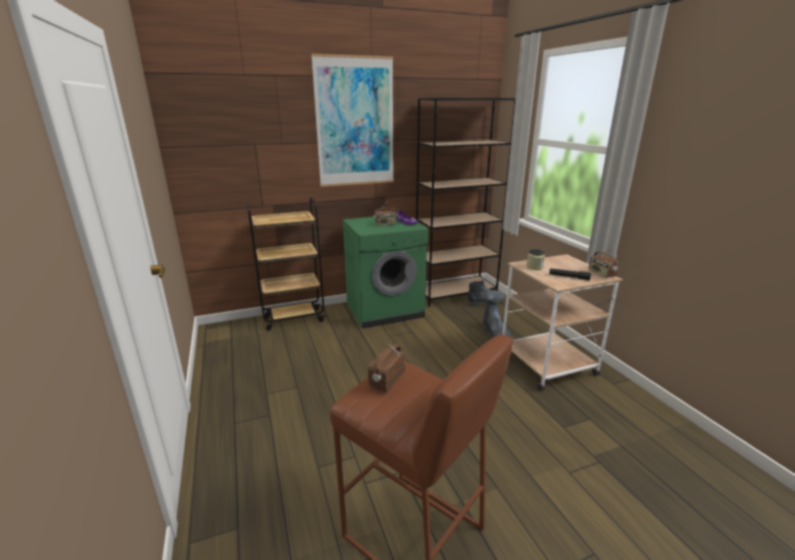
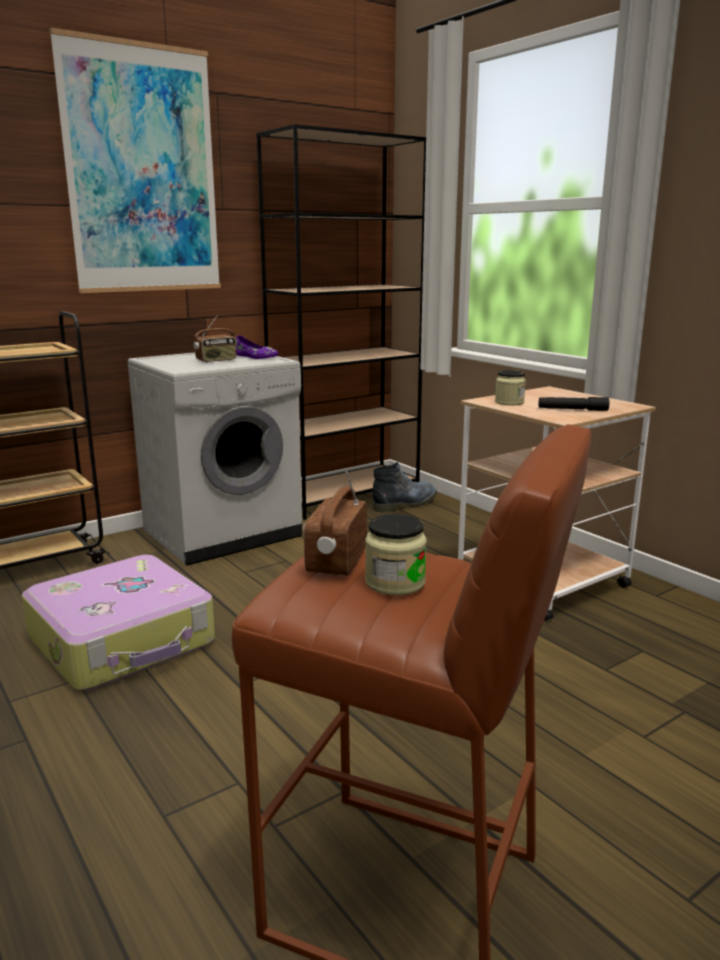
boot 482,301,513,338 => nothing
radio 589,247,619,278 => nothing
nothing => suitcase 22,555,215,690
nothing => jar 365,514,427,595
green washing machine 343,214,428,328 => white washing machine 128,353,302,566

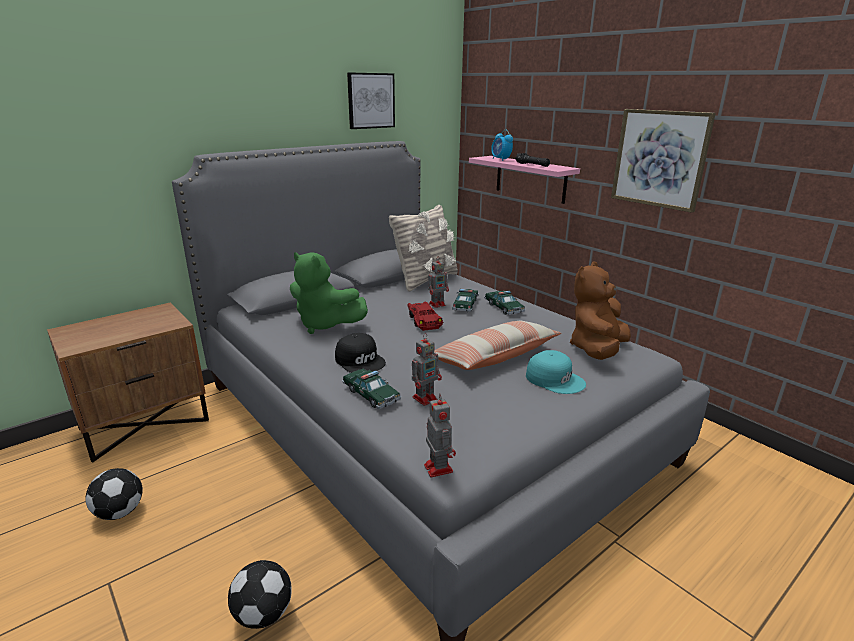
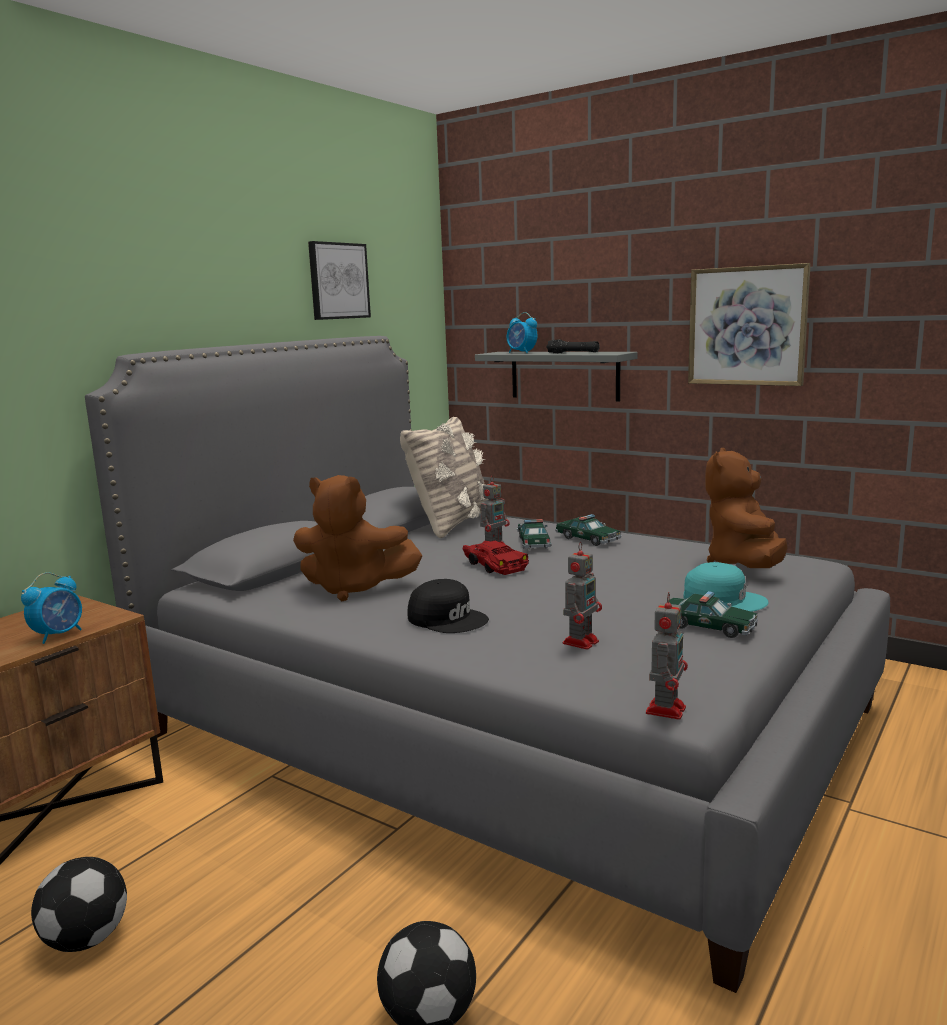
pillow 432,321,562,370 => nothing
nothing => alarm clock 21,572,82,644
toy car 342,369,401,409 => toy car 669,591,758,638, moved
green plush toy 290,252,368,334 => brown plush toy 293,475,422,601
pink shelf 469,156,580,204 => grey shelf 475,352,638,401
toy robot 424,394,456,477 => toy robot 646,592,688,720, 60 degrees clockwise

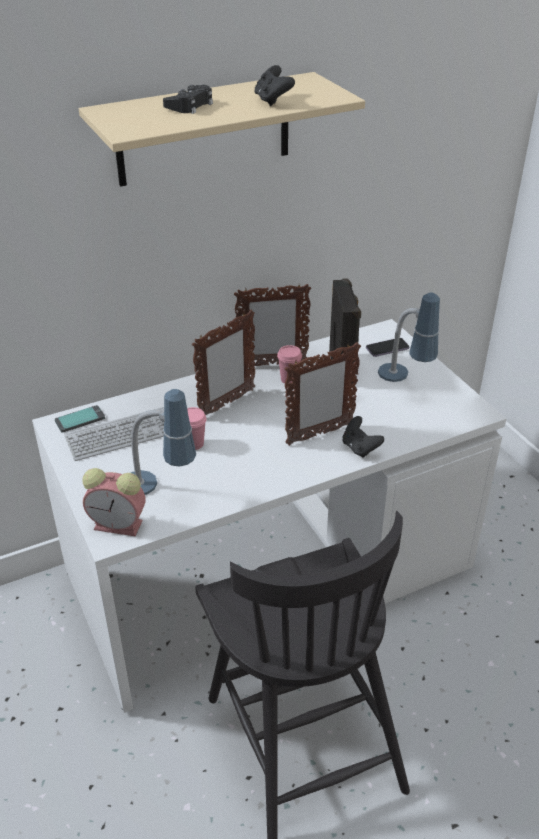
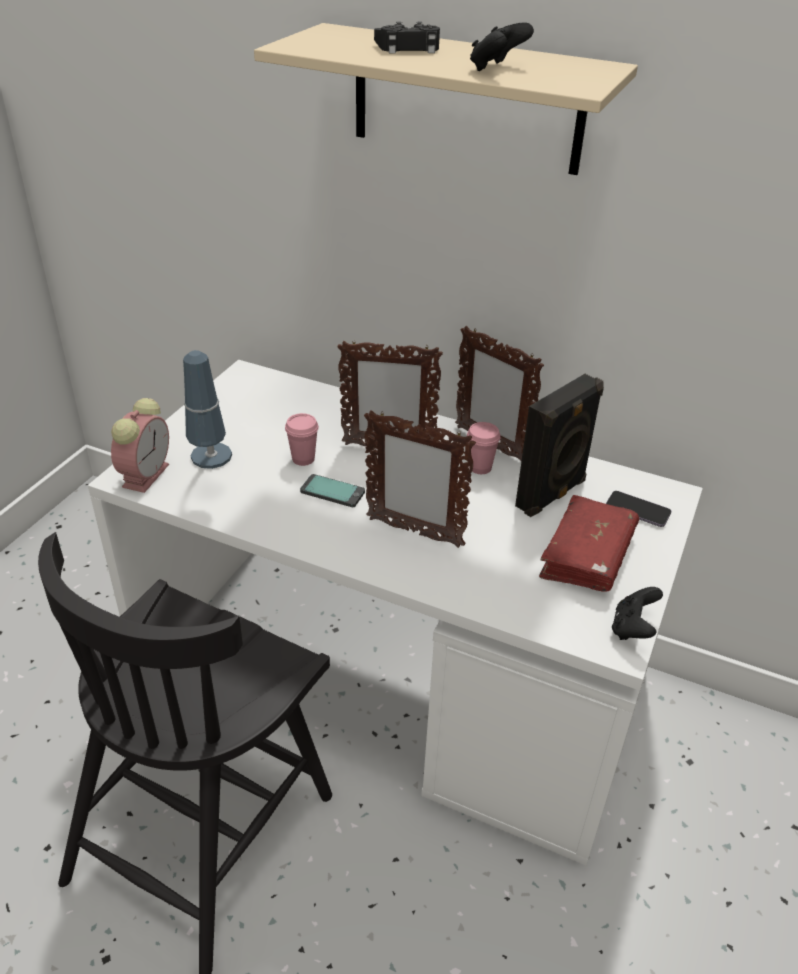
keyboard 64,407,164,461 => nothing
phone 55,405,105,433 => phone 300,474,365,507, moved
black game controller 343,416,384,458 => black game controller 612,587,663,640, moved
table lamp 378,292,440,382 => red book 539,495,639,592
alarm clock 82,468,146,536 => alarm clock 111,398,169,493, 135 degrees counterclockwise

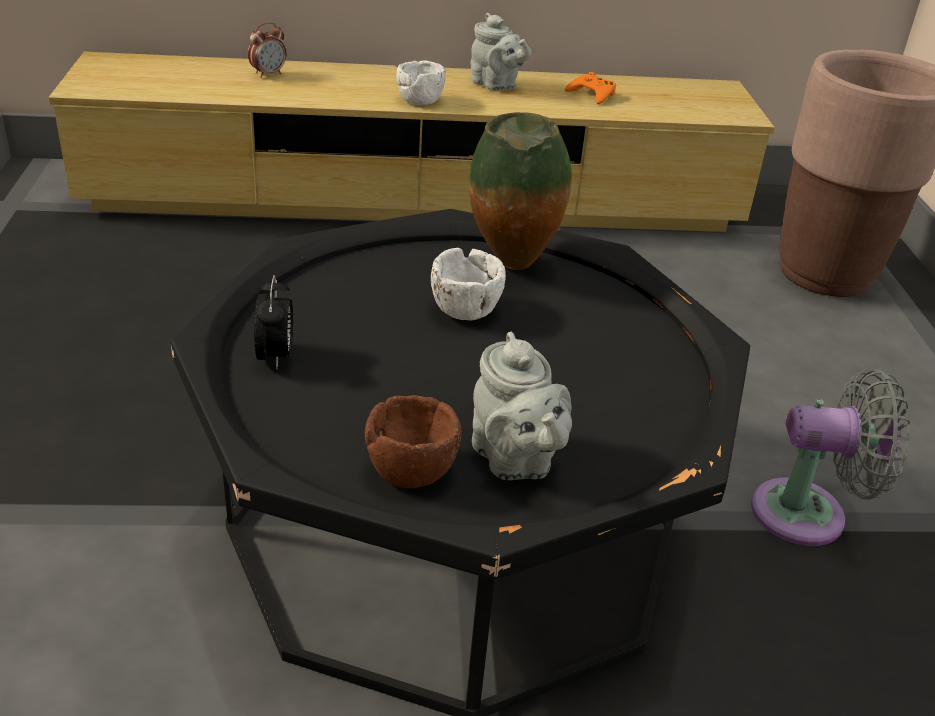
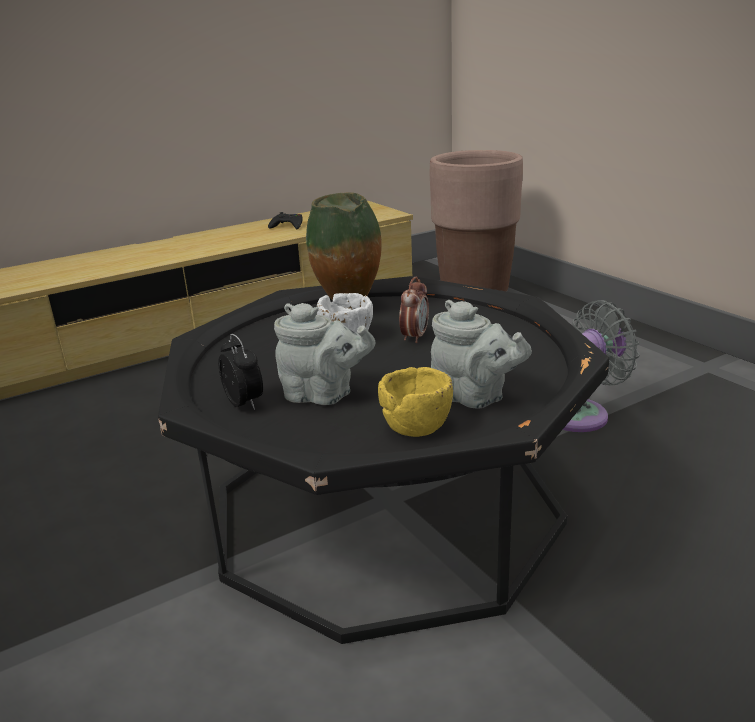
white bowl 397,61,446,105 => nothing
alarm clock 248,22,286,78 => alarm clock 399,276,429,343, moved
grey teapot 470,13,531,91 => grey teapot 274,303,376,405, moved
brown bowl 365,395,462,488 => yellow bowl 378,367,453,437
orange game controller 565,72,616,104 => black game controller 268,212,303,229

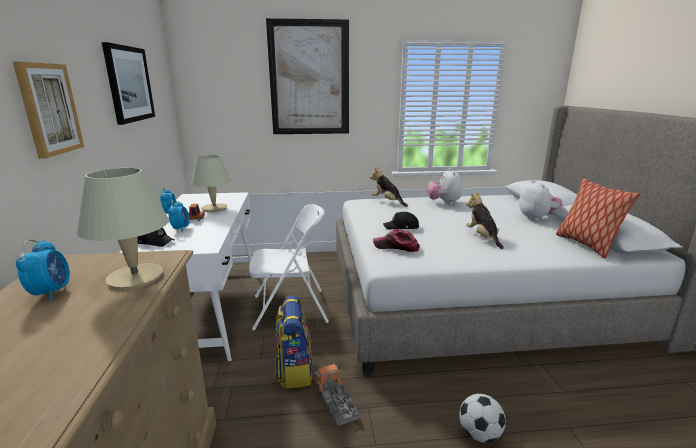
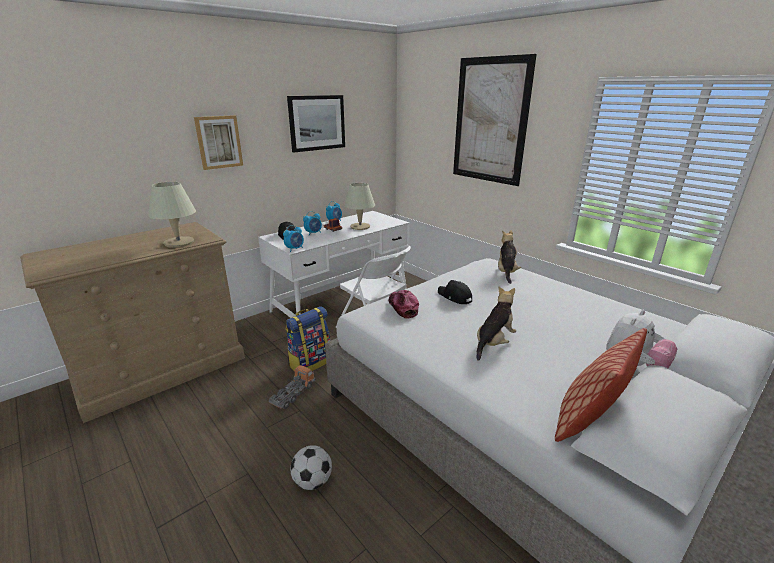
plush toy 427,168,462,205 => nothing
alarm clock 16,239,70,301 => alarm clock 283,225,304,252, moved

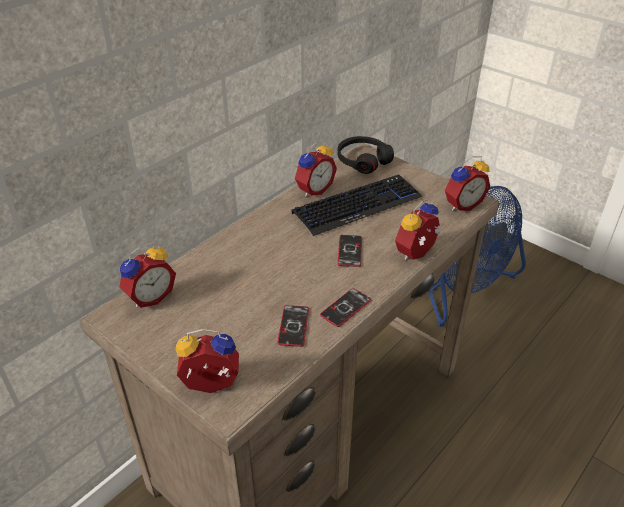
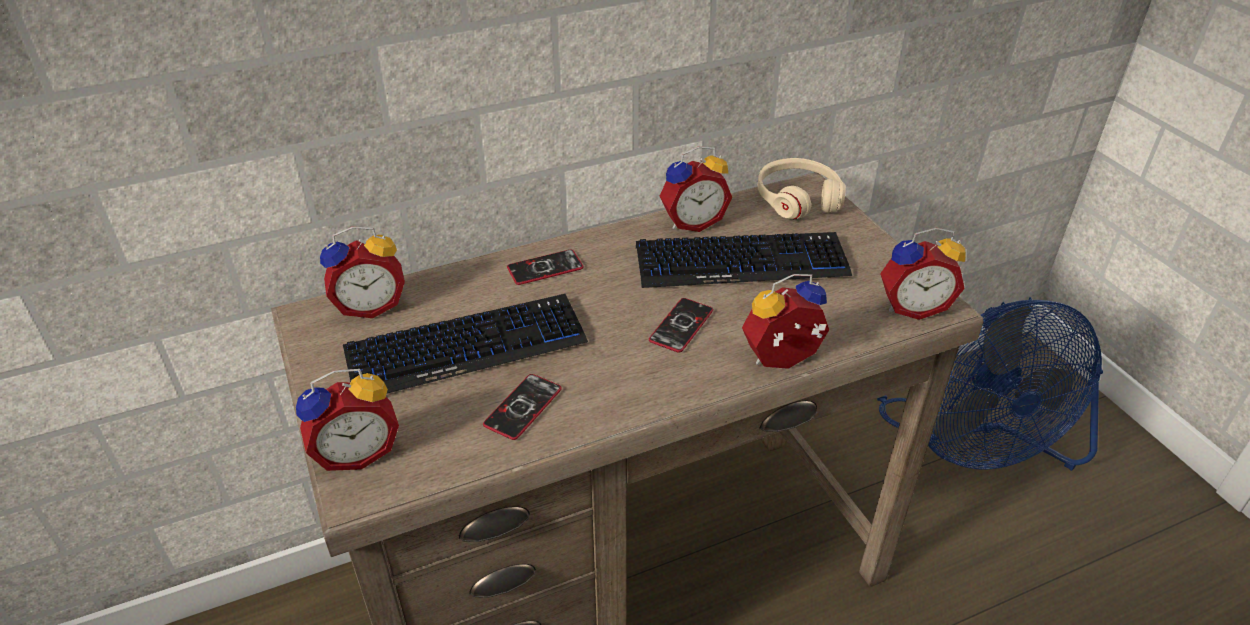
nothing => keyboard 343,294,588,394
phone 320,288,371,327 => phone 507,249,583,285, moved
black headphones 337,136,394,174 => beige headphones 757,158,846,219
alarm clock 176,329,239,393 => alarm clock 296,369,399,471, 135 degrees clockwise

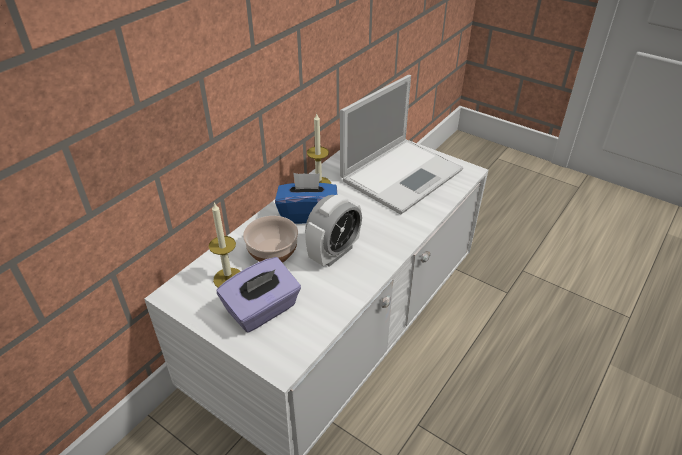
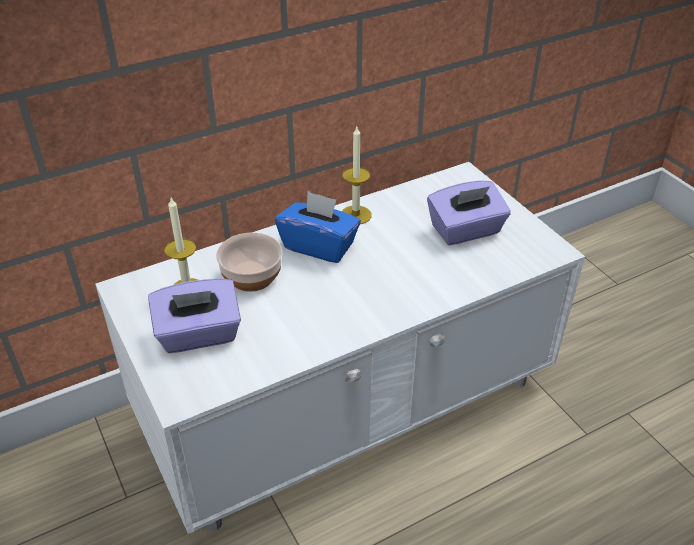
alarm clock 305,194,362,267 => nothing
laptop 340,75,463,215 => purple tissue box 427,180,511,245

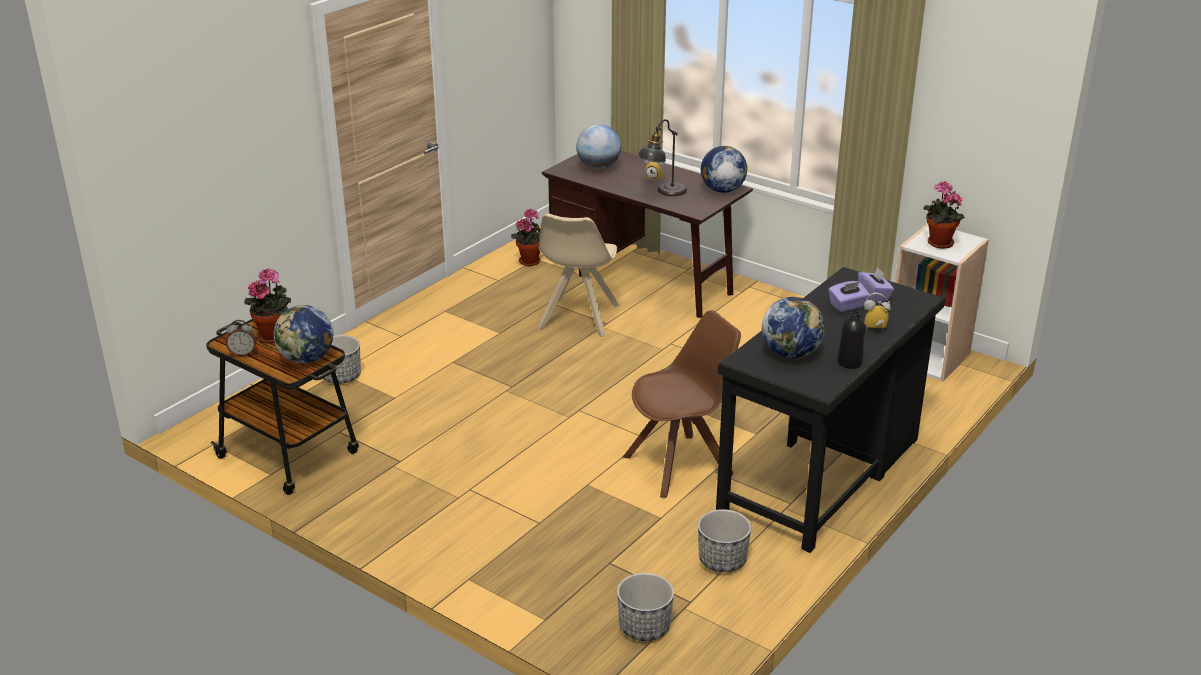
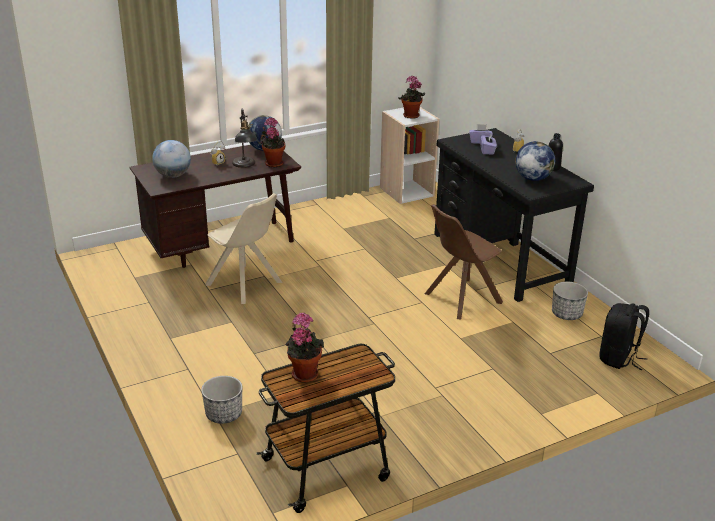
alarm clock 226,320,256,356 => nothing
globe 273,305,333,363 => nothing
potted plant 511,208,540,266 => potted plant 260,118,285,168, moved
planter 617,573,674,641 => black backpack 600,303,649,370
brown chair 623,310,741,498 => brown chair 425,204,503,319, 120 degrees counterclockwise

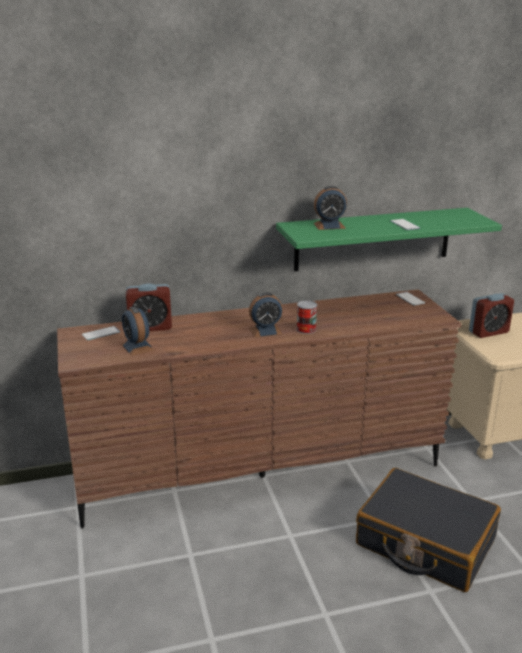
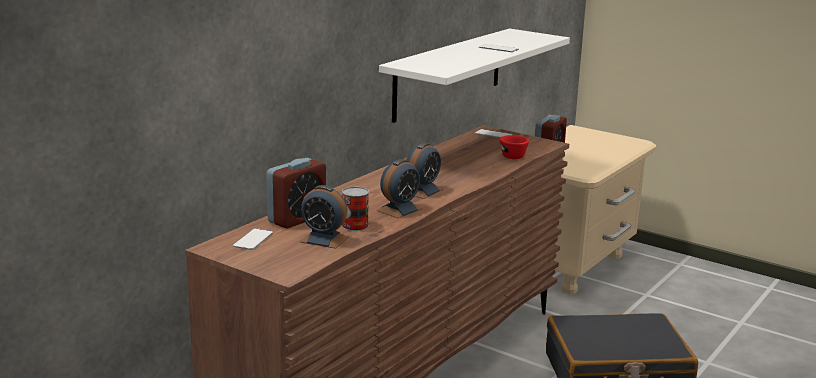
nothing => red cup 500,135,529,159
can 297,300,317,334 => can 342,187,369,231, moved
alarm clock 314,186,347,230 => alarm clock 376,159,423,218, moved
green shelf 276,208,502,271 => white shelf 379,28,570,123

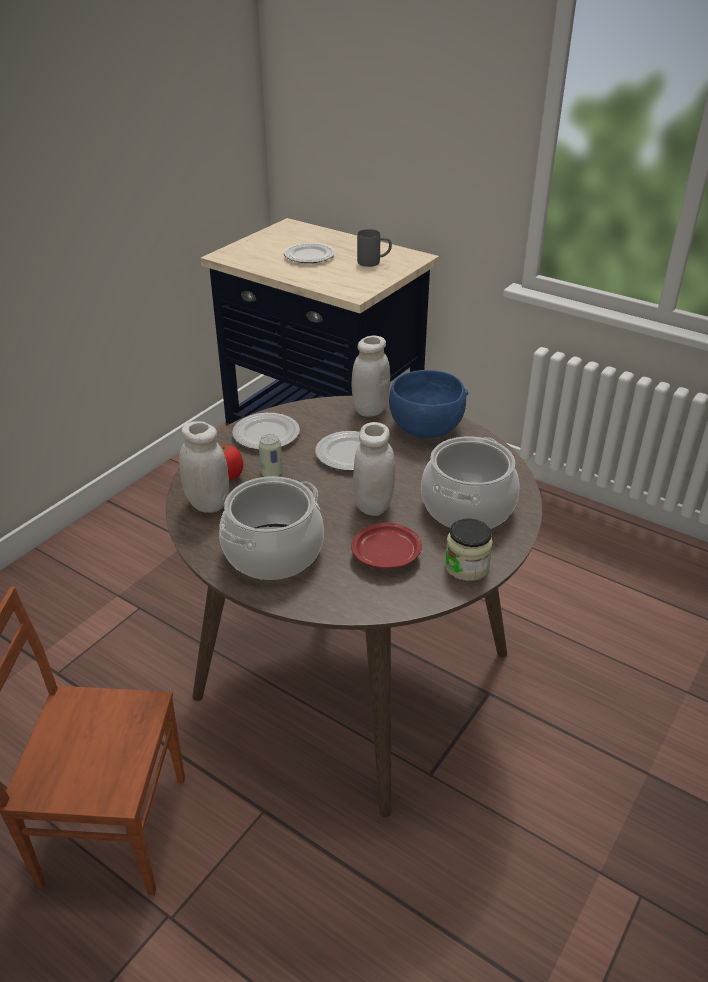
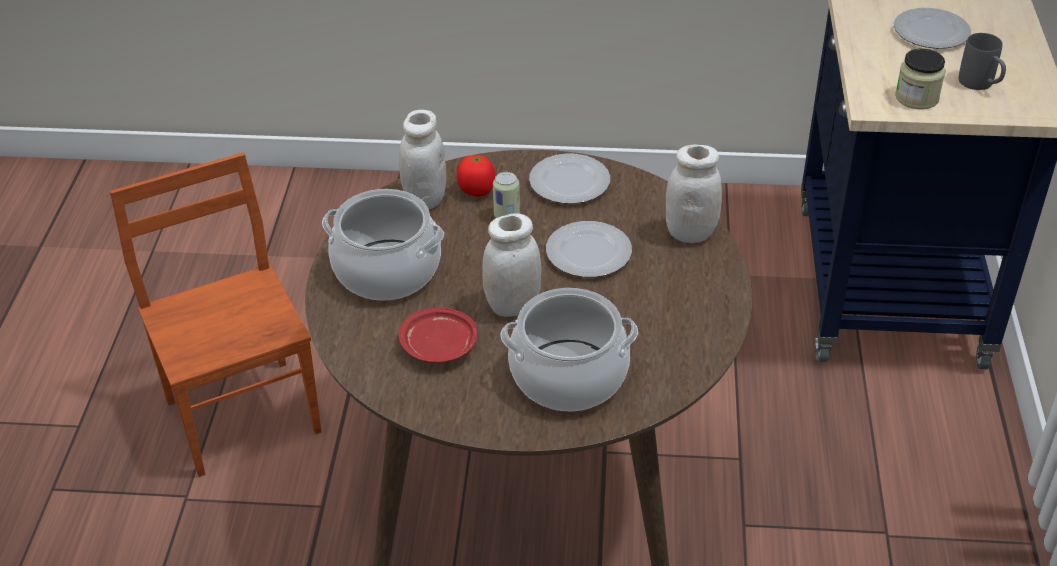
blue bowl 389,370,468,438 => nothing
jar 445,519,493,581 => jar 895,49,946,109, moved

